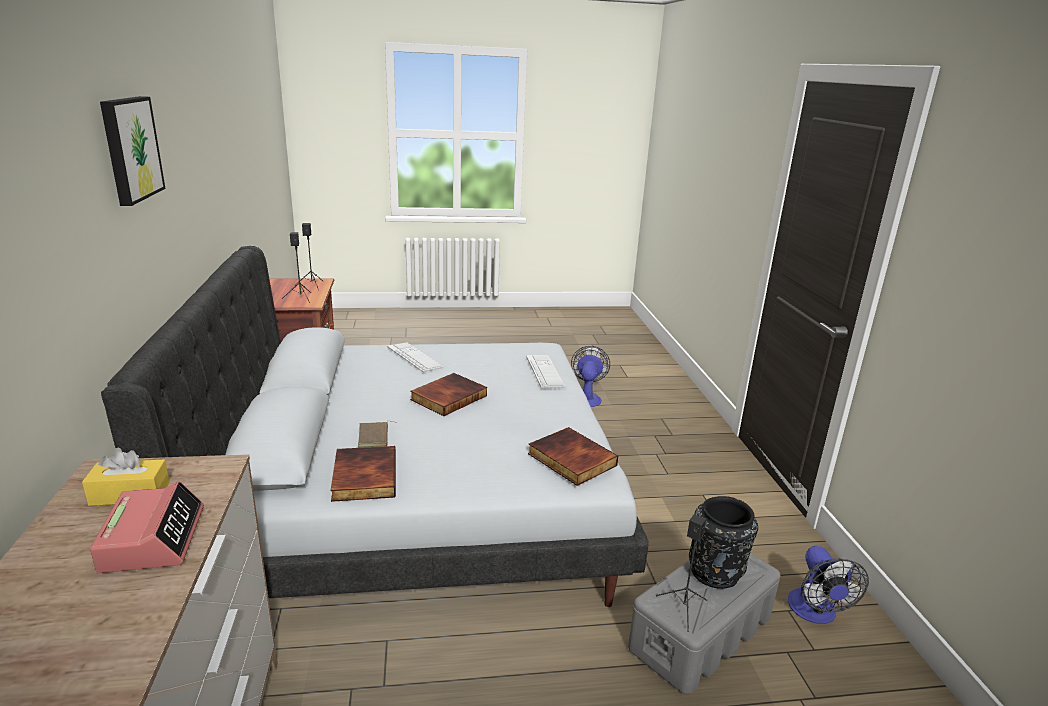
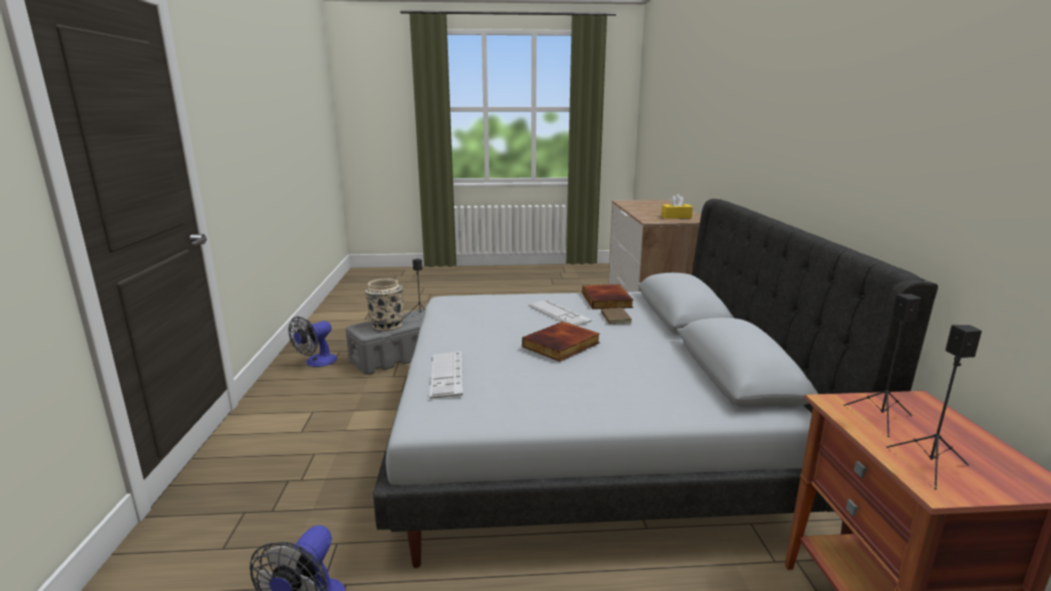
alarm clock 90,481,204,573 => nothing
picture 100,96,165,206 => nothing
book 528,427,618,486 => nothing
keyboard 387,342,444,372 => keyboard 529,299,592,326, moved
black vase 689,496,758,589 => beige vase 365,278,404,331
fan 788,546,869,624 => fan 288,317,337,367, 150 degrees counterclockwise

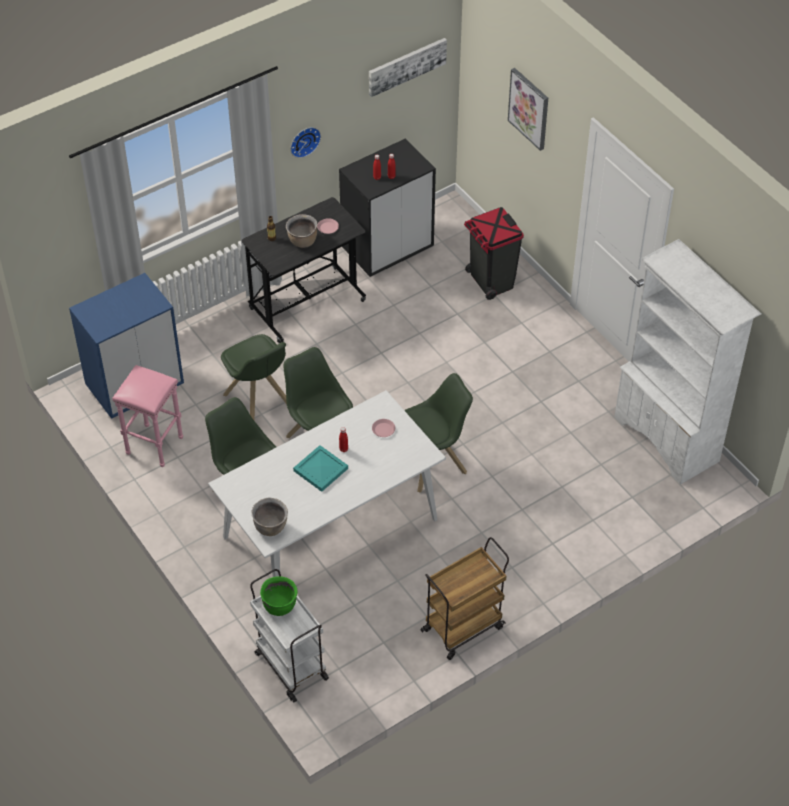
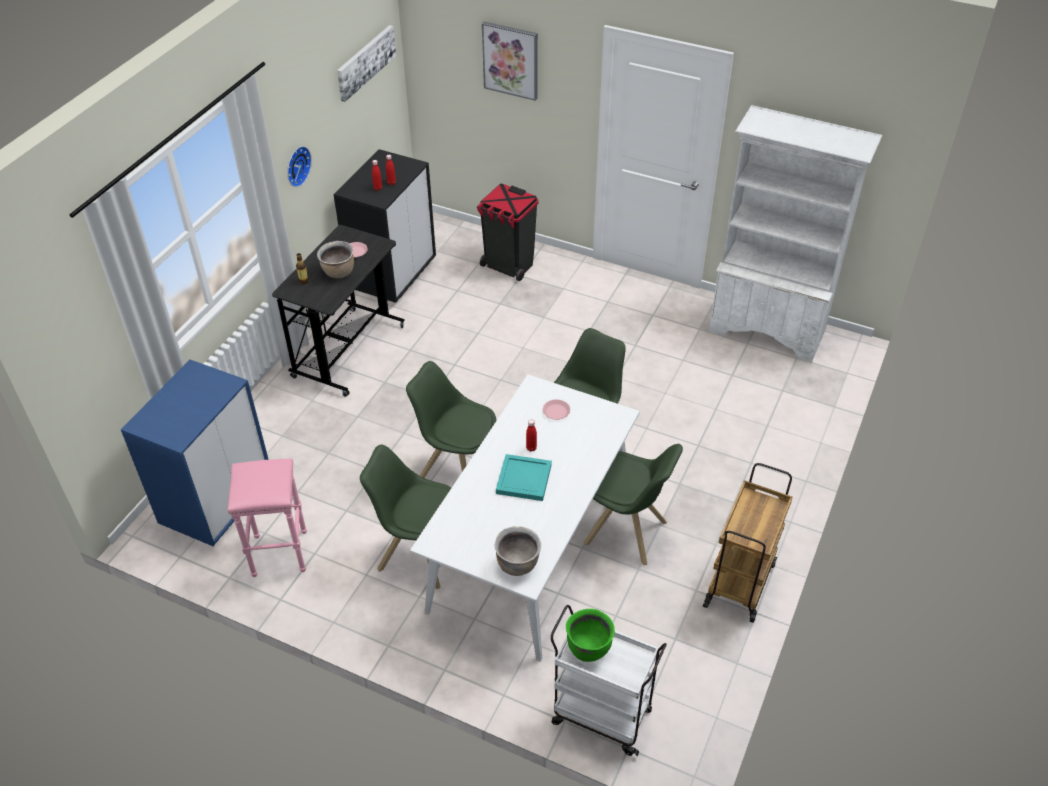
green chair 221,334,287,420 => green chair 584,444,683,565, moved

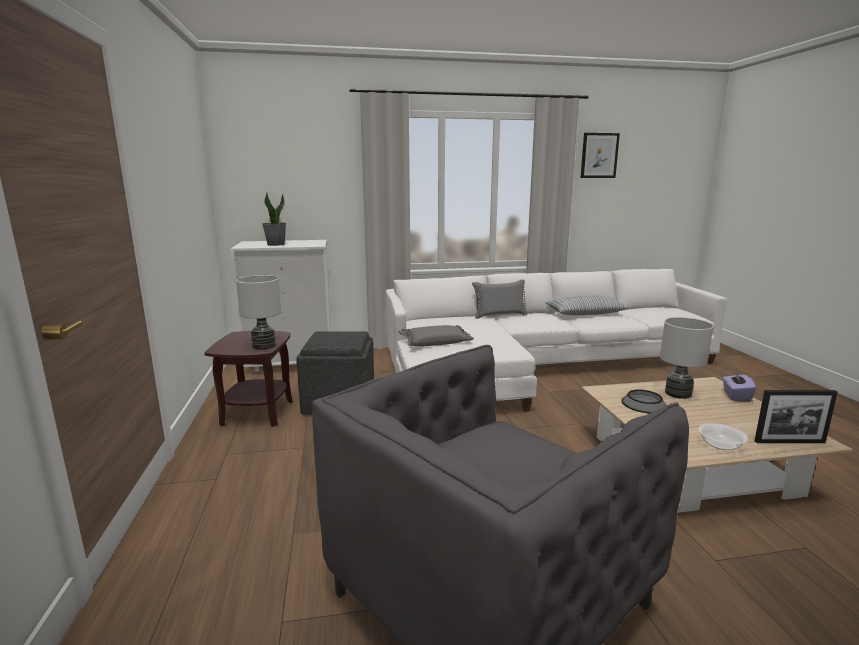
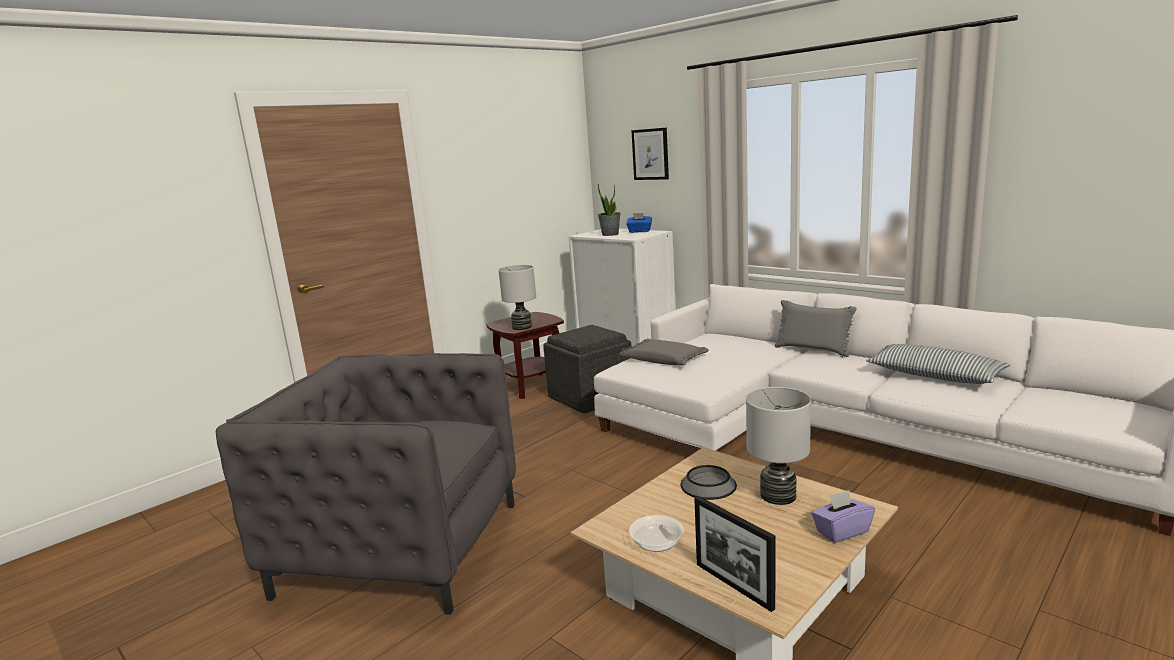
nothing => blue tissue box 626,213,652,233
picture 581,133,620,178 => picture 631,128,669,180, moved

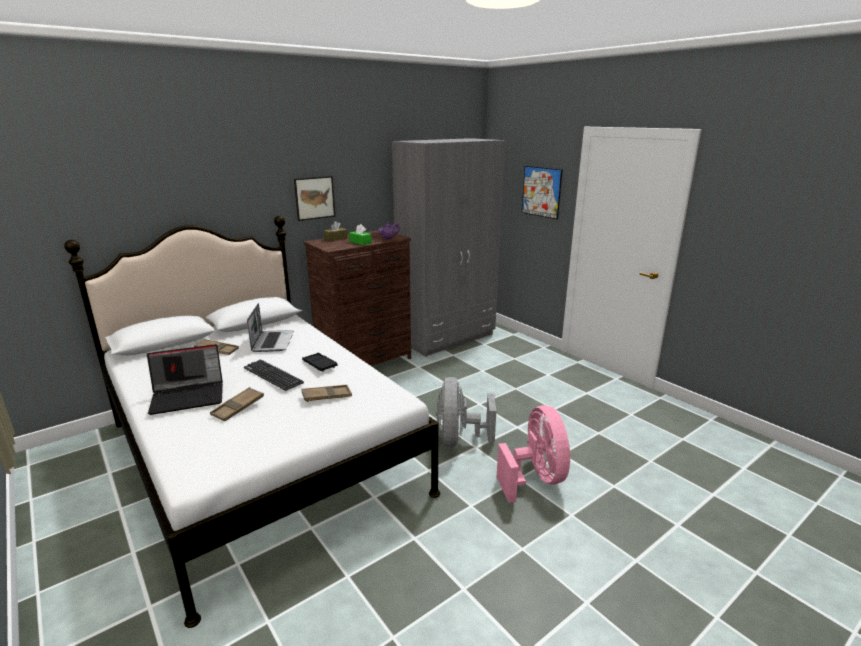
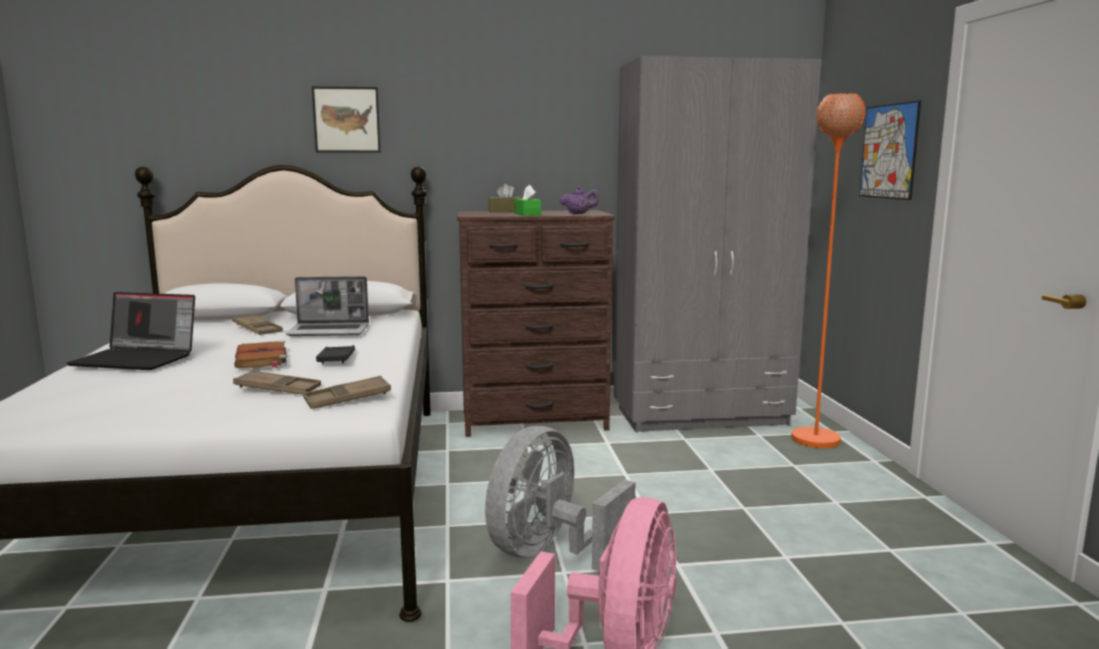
nothing => orange floor lamp 791,93,866,448
brown tray 210,387,264,421 => brown tray 303,376,391,409, moved
picture 294,176,335,221 => picture 312,86,381,153, moved
keyboard 244,360,304,391 => brown book 234,341,287,368
laptop 247,303,294,352 => laptop 286,276,369,336, 60 degrees clockwise

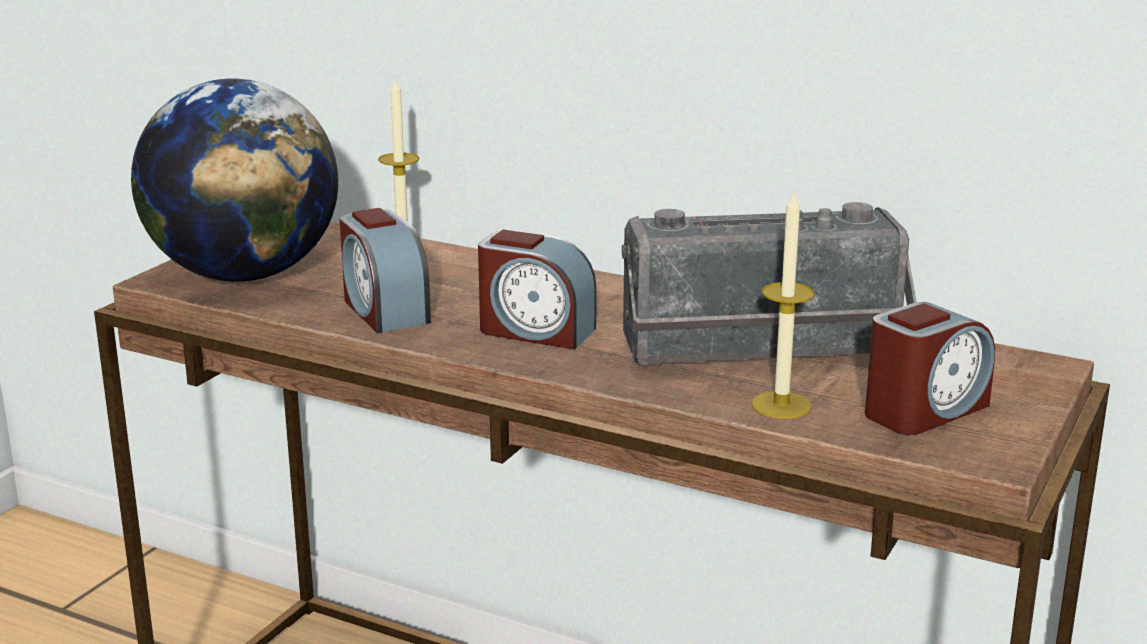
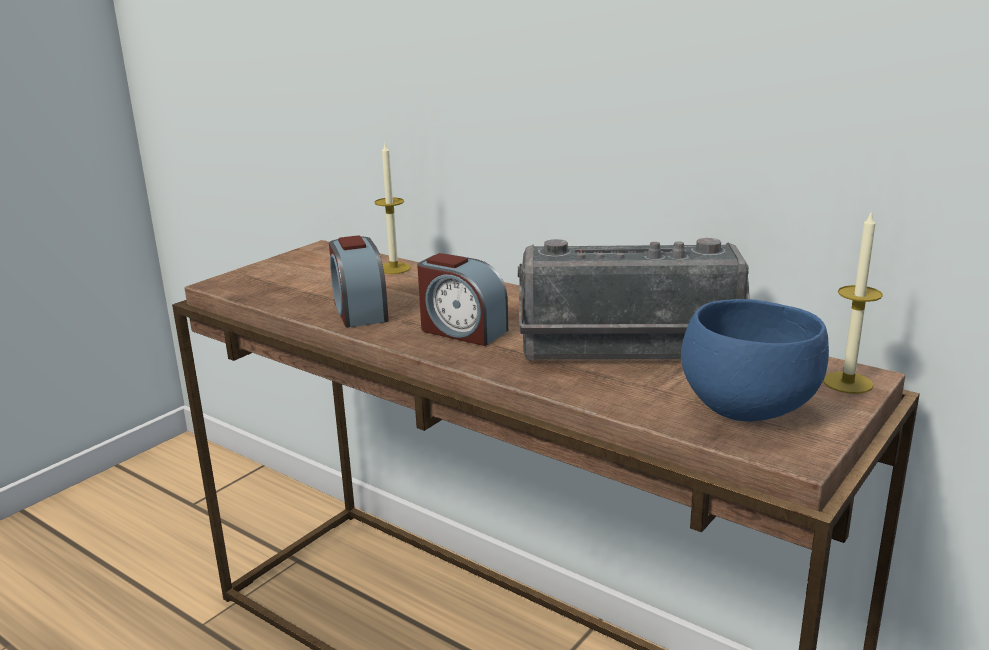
globe 131,79,338,282 => nothing
candle 751,193,815,419 => candle 823,210,883,394, moved
alarm clock 865,302,995,435 => blue bowl 681,299,829,422

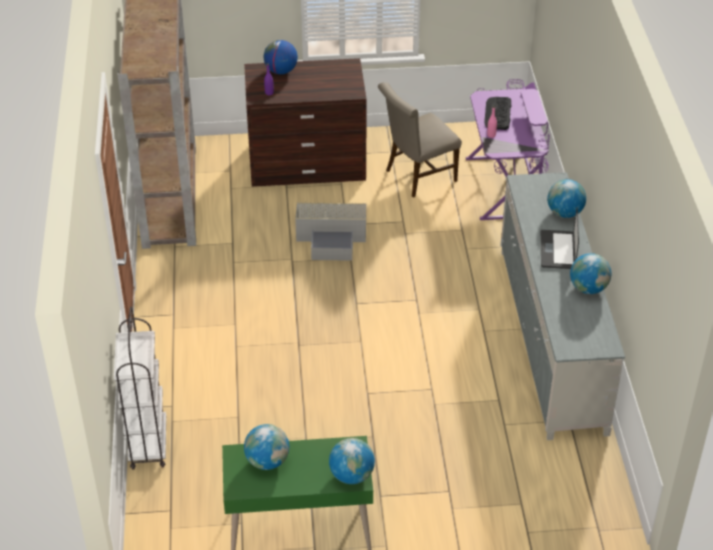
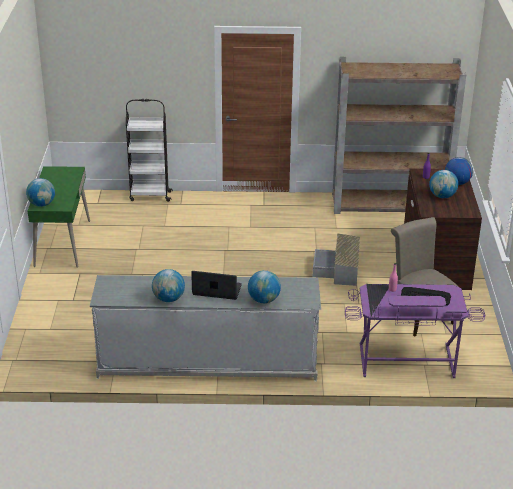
globe 244,424,289,470 => globe 429,170,458,198, moved

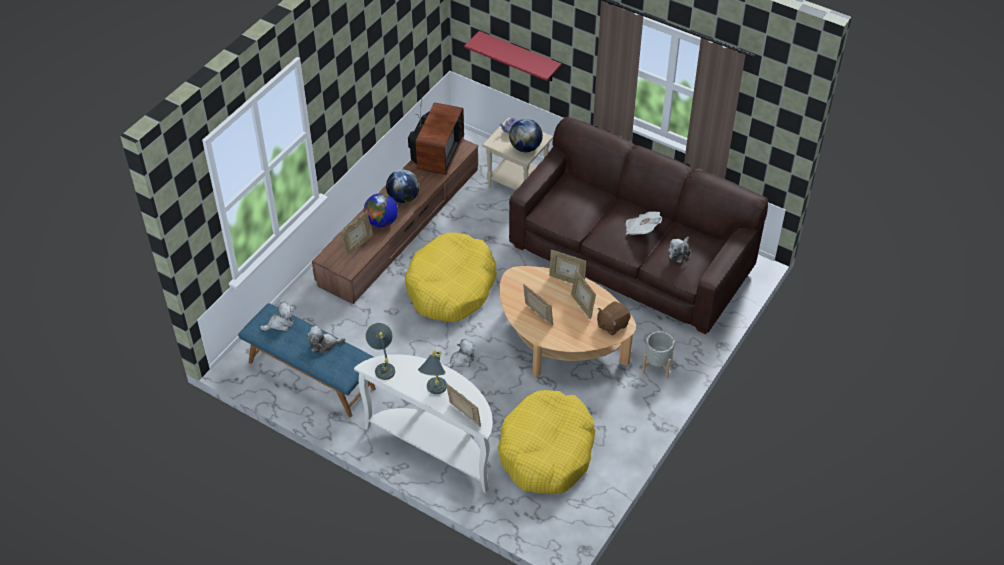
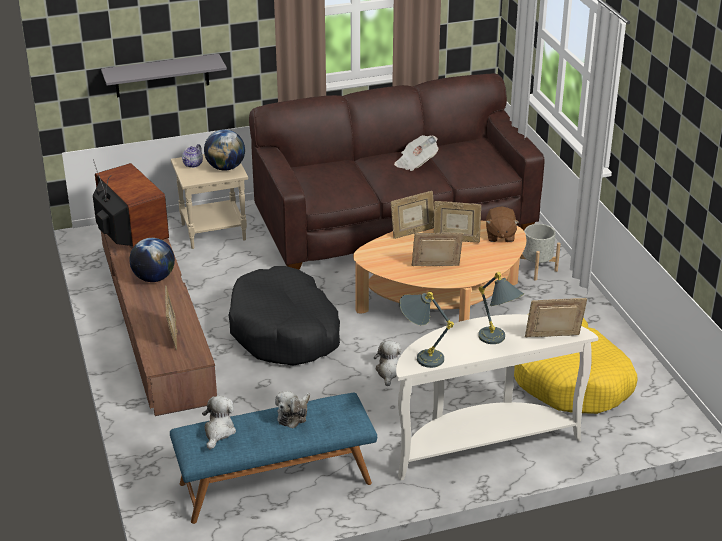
globe 364,193,398,227 => nothing
plush toy 668,237,691,263 => nothing
yellow dog bed 405,233,497,322 => black dog bed 228,266,340,365
red shelf 464,31,561,81 => grey shelf 101,54,227,98

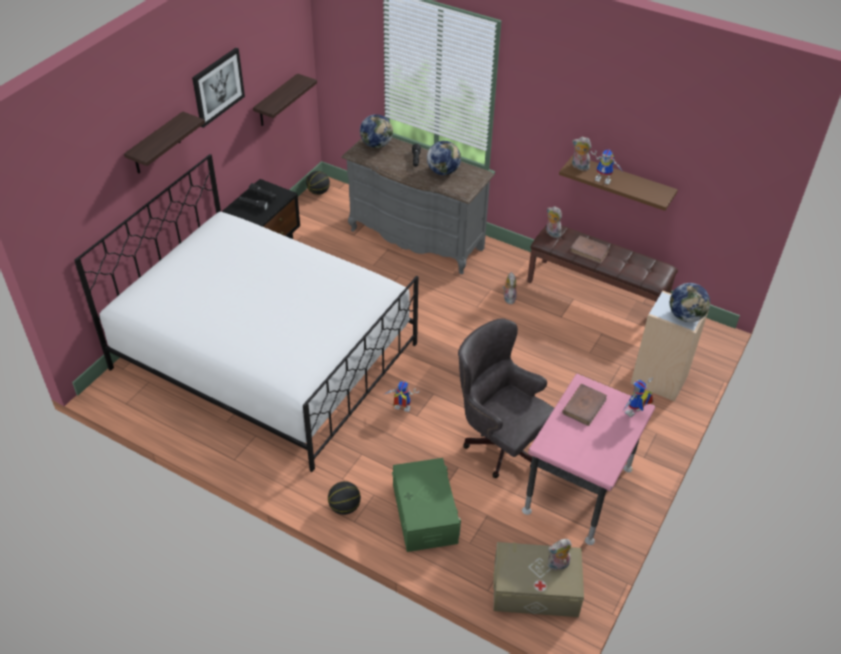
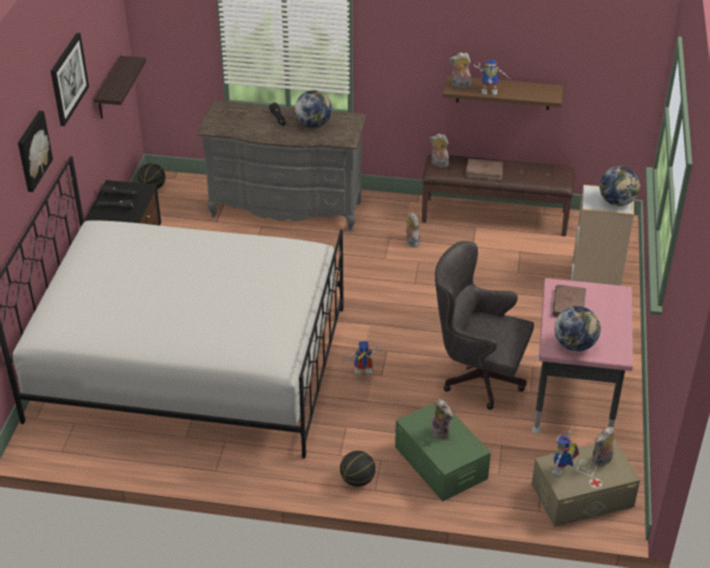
nothing => plush toy 430,399,453,440
globe 360,114,393,148 => globe 554,306,601,351, moved
toy robot 622,377,653,417 => toy robot 552,429,579,476, moved
shelf 124,111,205,174 => picture 18,111,53,192

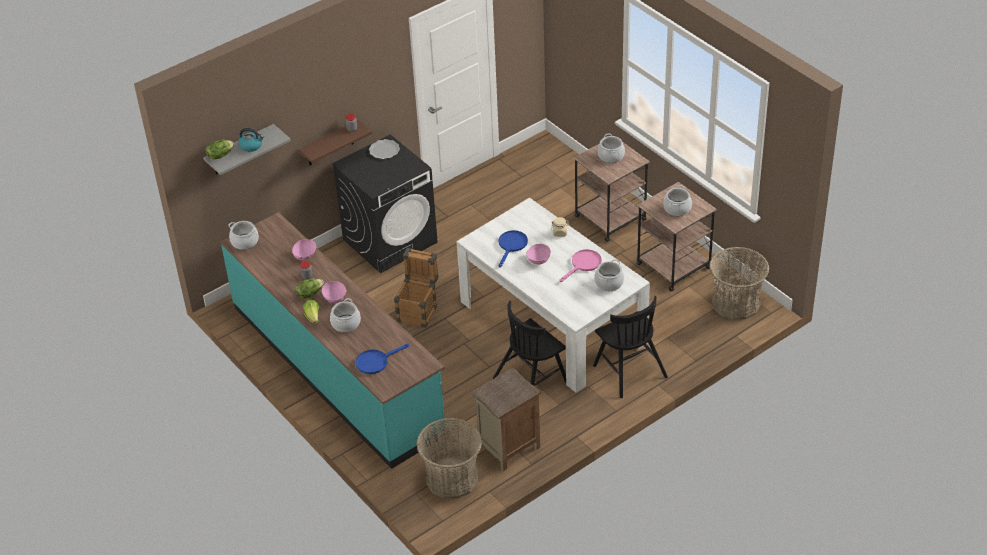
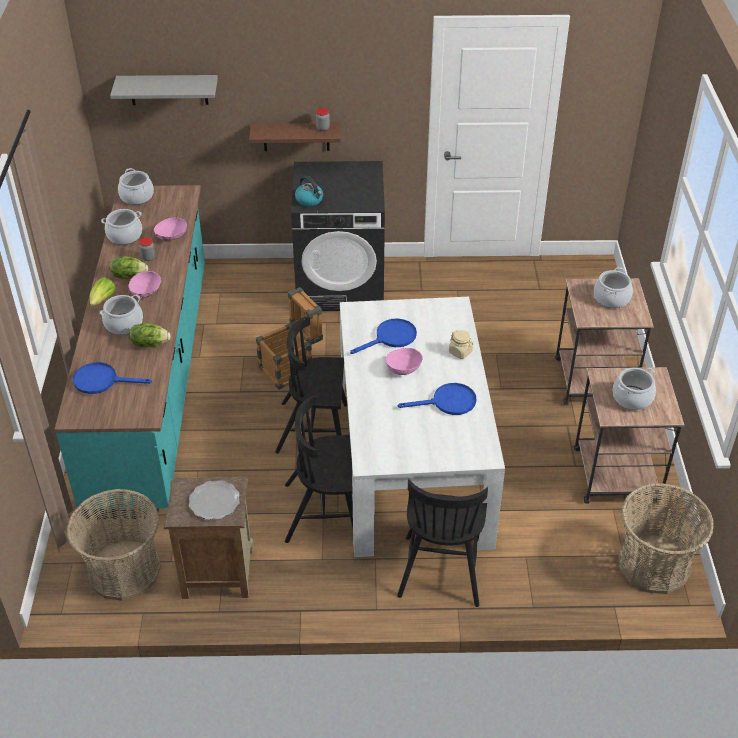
nothing => black chair 275,316,348,454
lettuce 206,140,234,160 => lettuce 129,323,171,347, moved
kettle 238,128,264,152 => kettle 295,176,323,206, moved
plate 369,139,400,159 => plate 189,480,240,520, moved
cooking pot 594,259,624,291 => cooking pot 101,209,142,245, moved
pink frying pan 560,249,602,282 => blue frying pan 398,383,477,415

